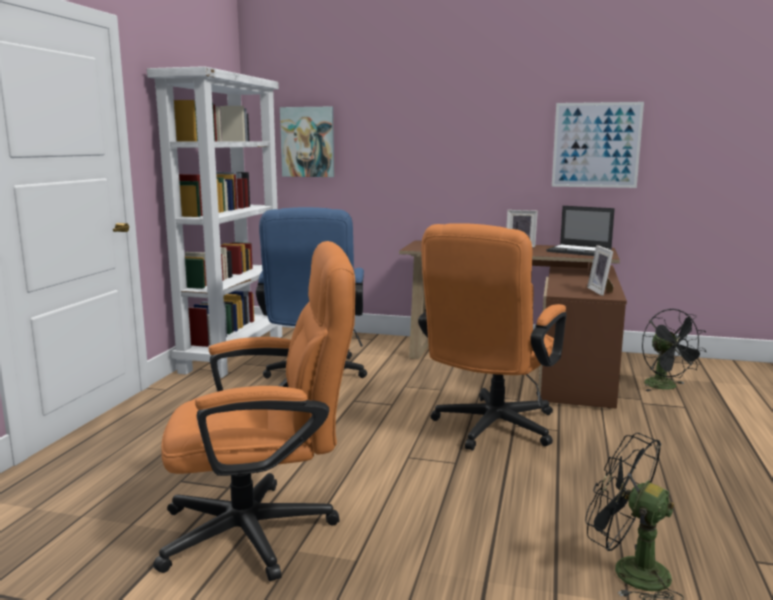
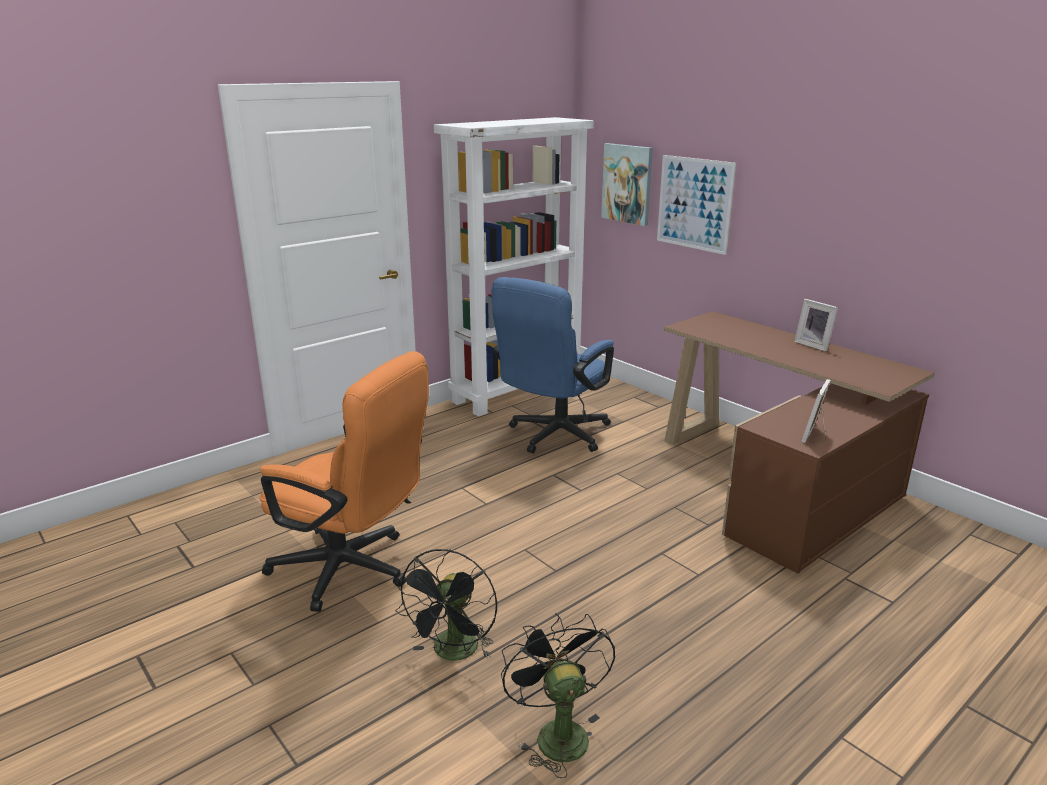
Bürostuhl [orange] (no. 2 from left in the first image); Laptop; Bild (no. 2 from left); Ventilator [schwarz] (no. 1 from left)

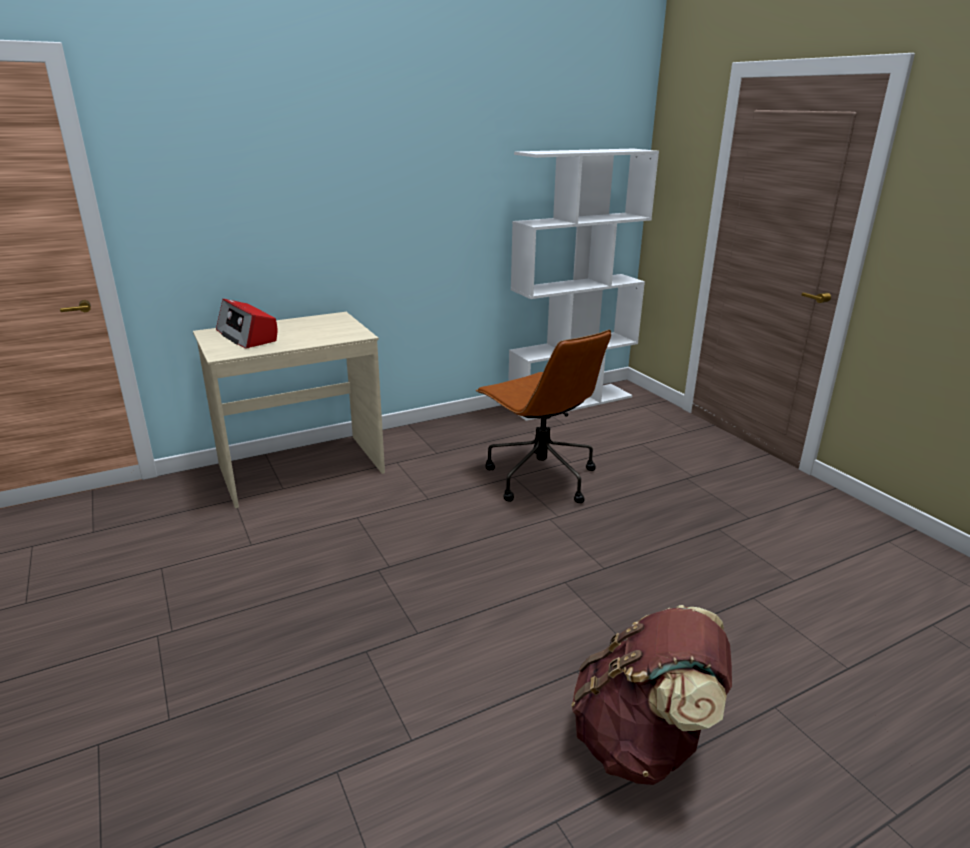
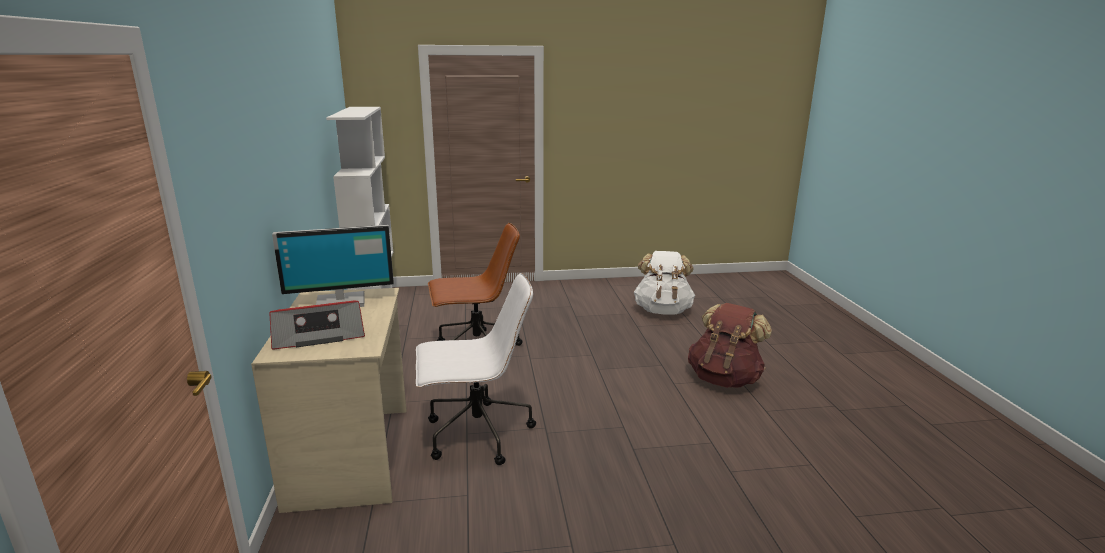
Monitor; Bürostuhl [weiß]; Rucksack [weiß]

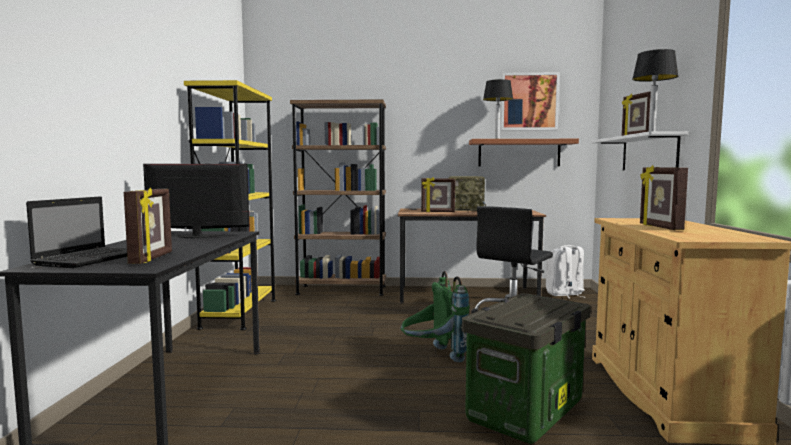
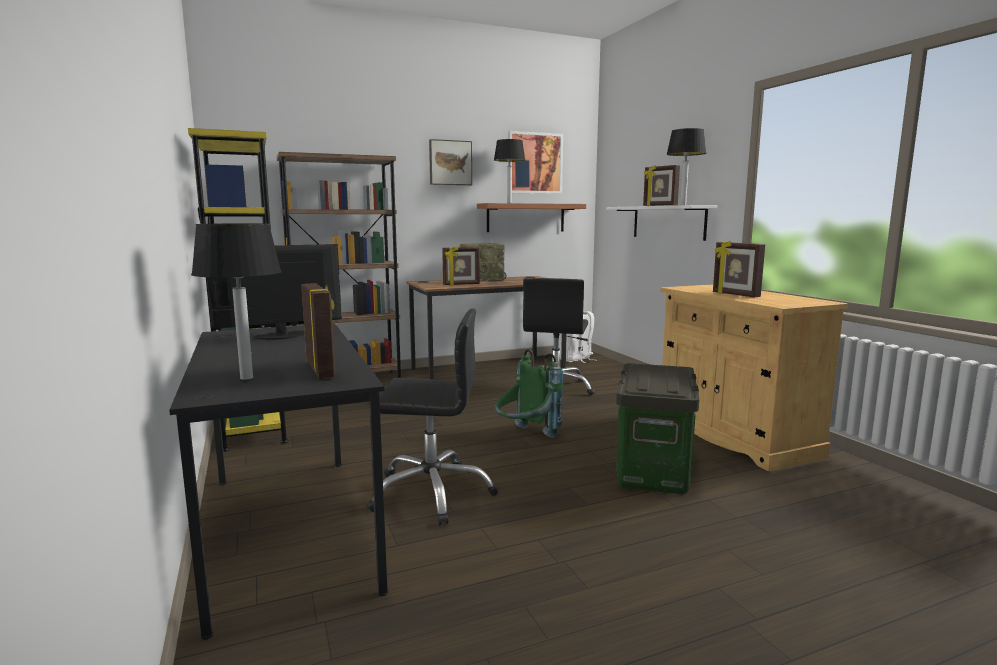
Bürostuhl [schwarz] (no. 1 from left); Bild (no. 1 from left); Tischlampe (no. 1 from left)

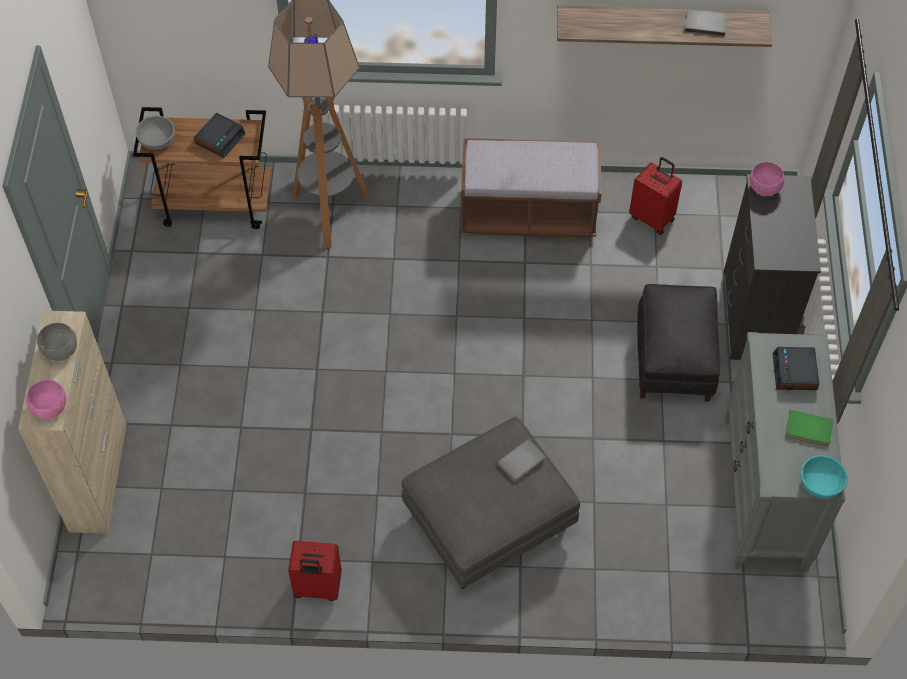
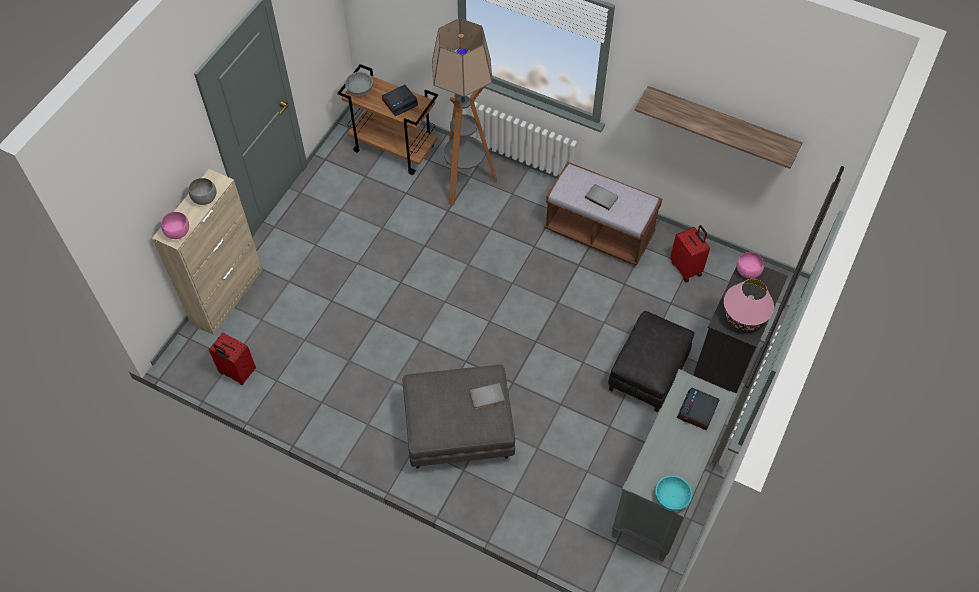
Buch [grün]; Tischlampe [rosa]; Koffer [rot] (no. 1 from left); Buch [grau] (no. 2 from left)

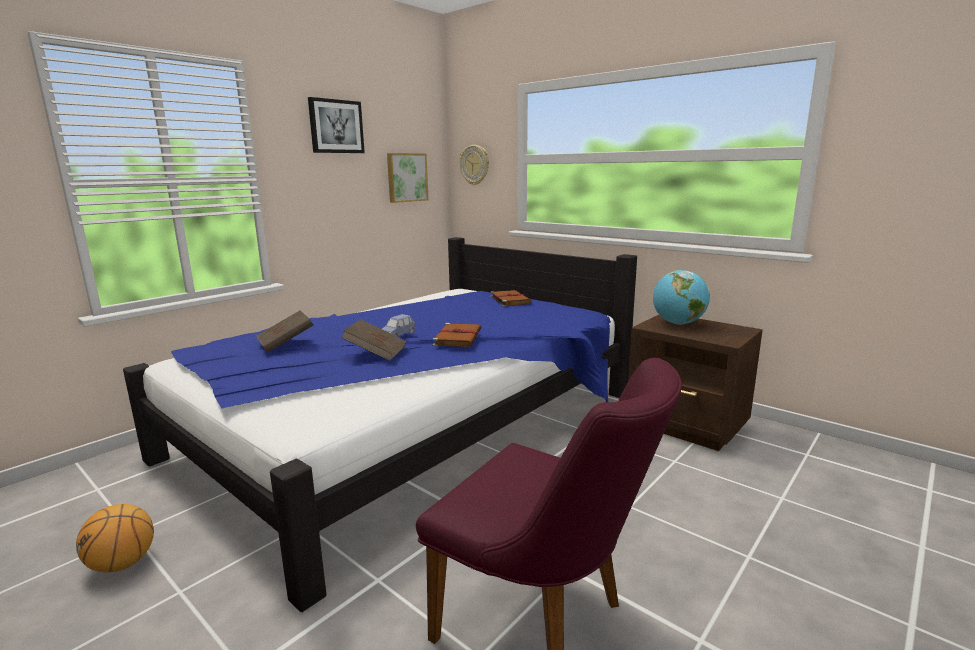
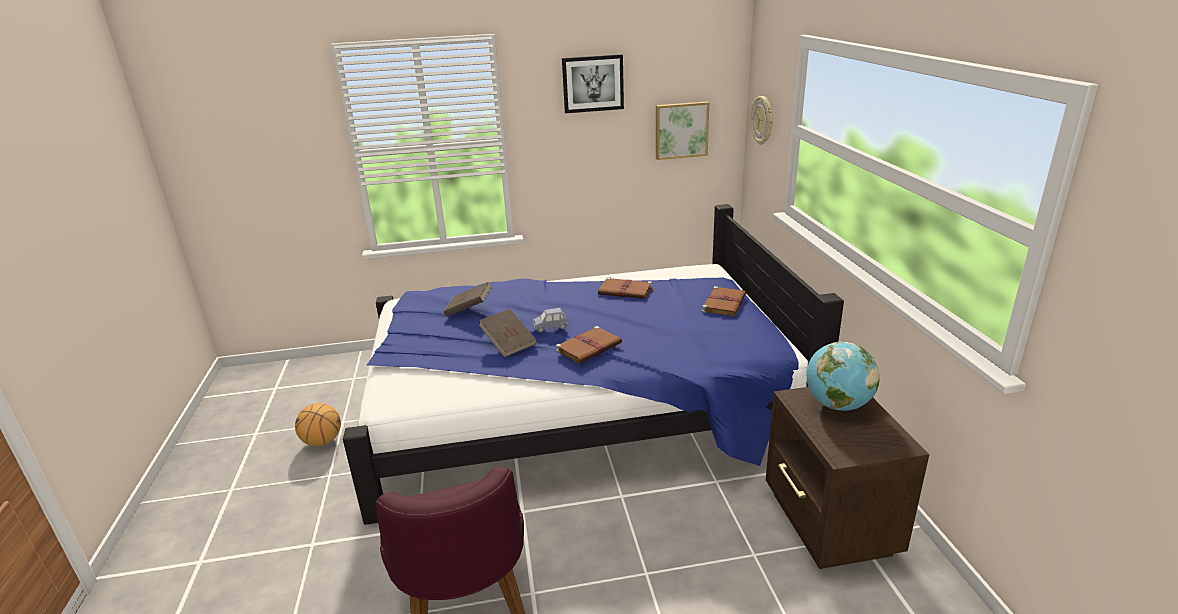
Buch [braun] (no. 4 from left)

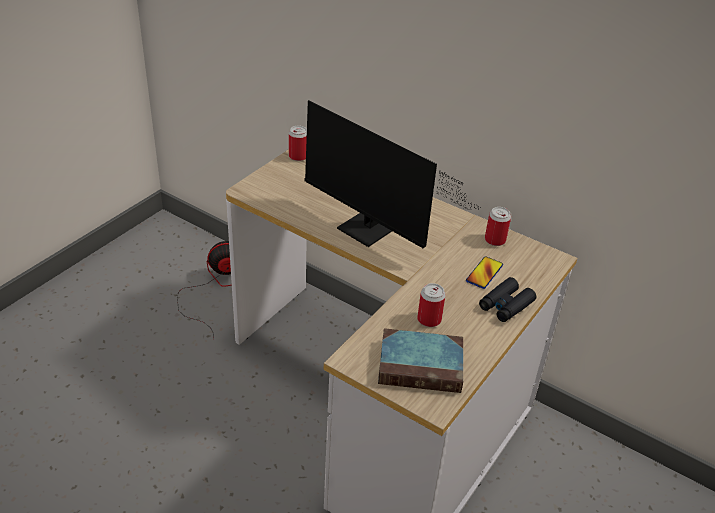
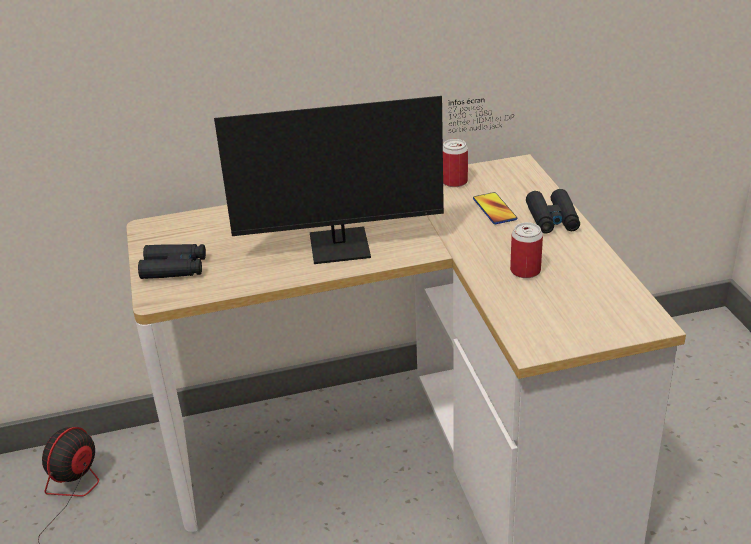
Dose (no. 1 from left in the first image); Buch; Fernglas [schwarz] (no. 1 from left)

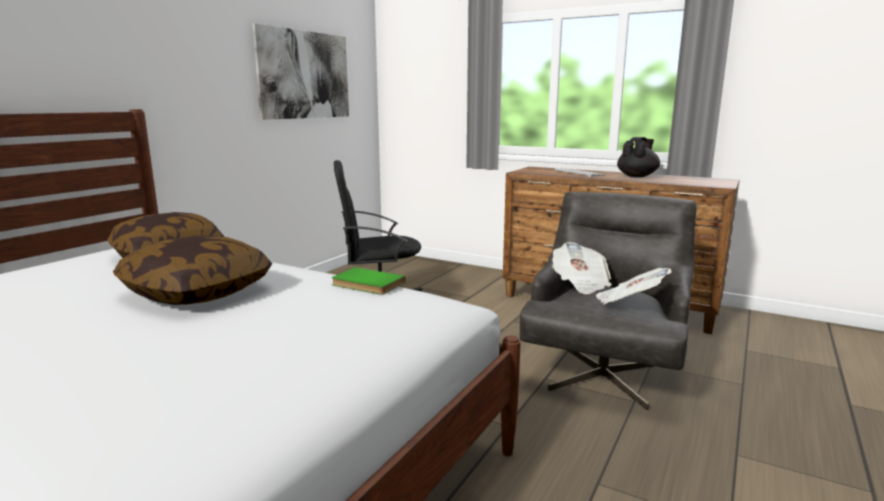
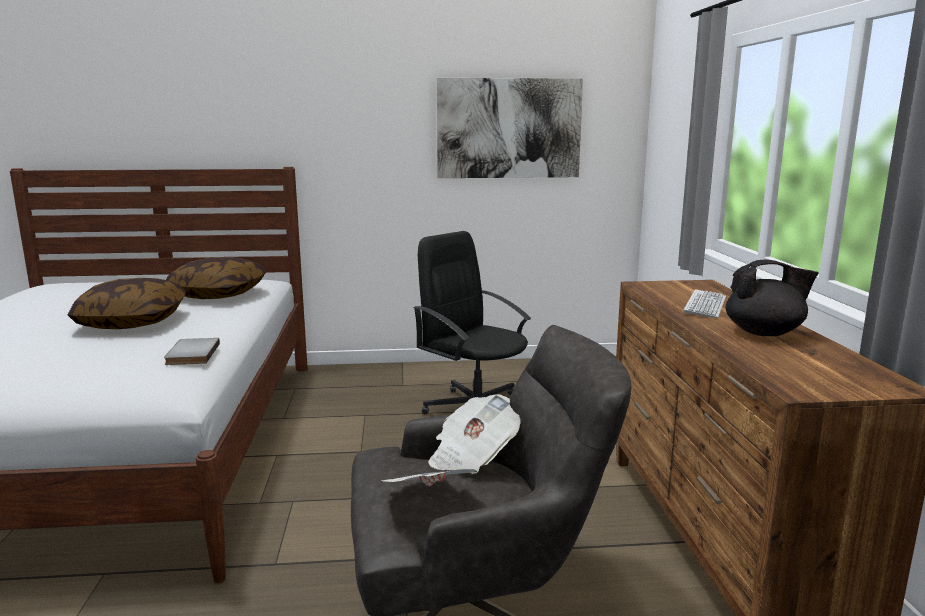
Buch [grau]

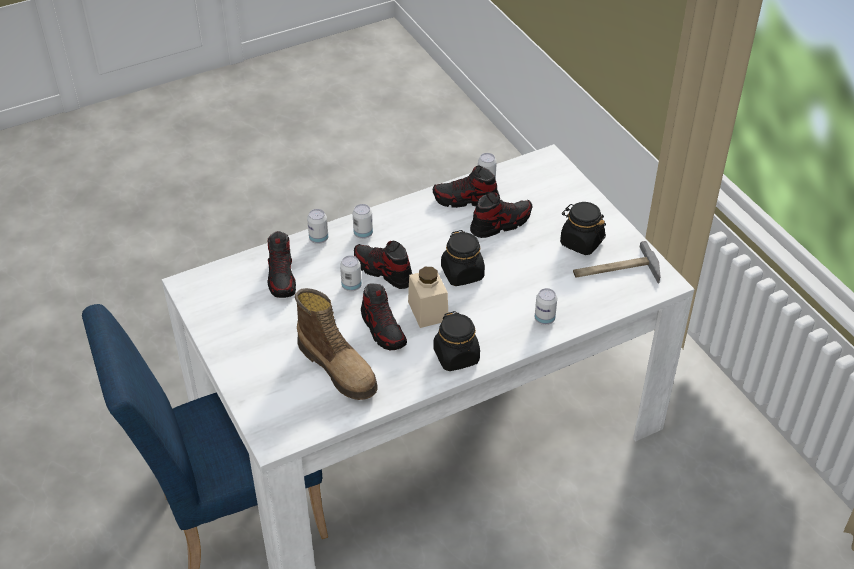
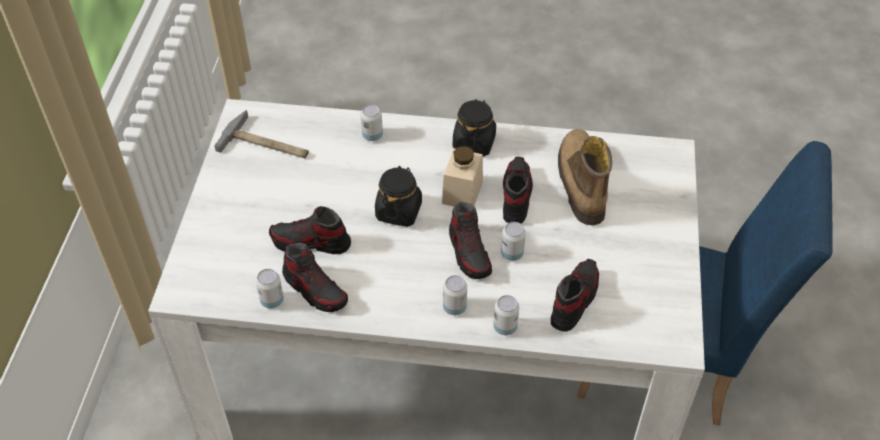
Vorratsglas [schwarz] (no. 3 from left in the first image)

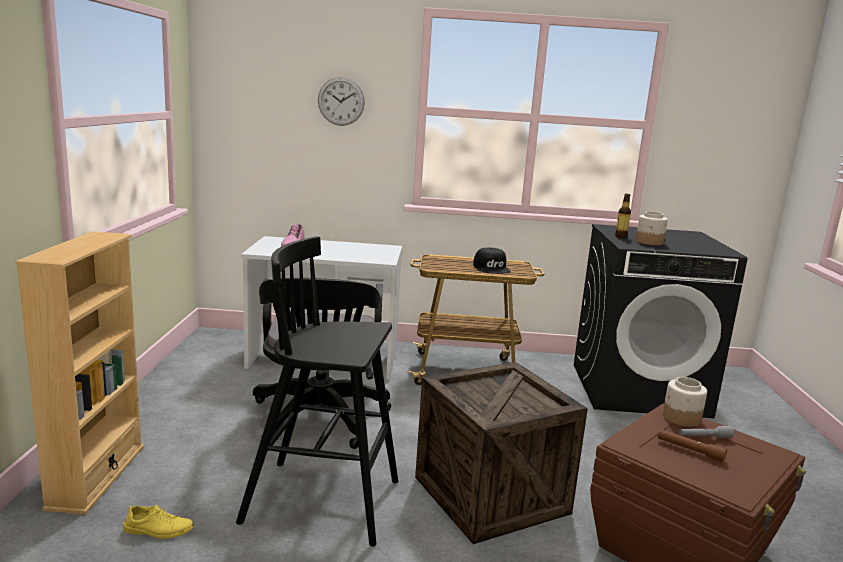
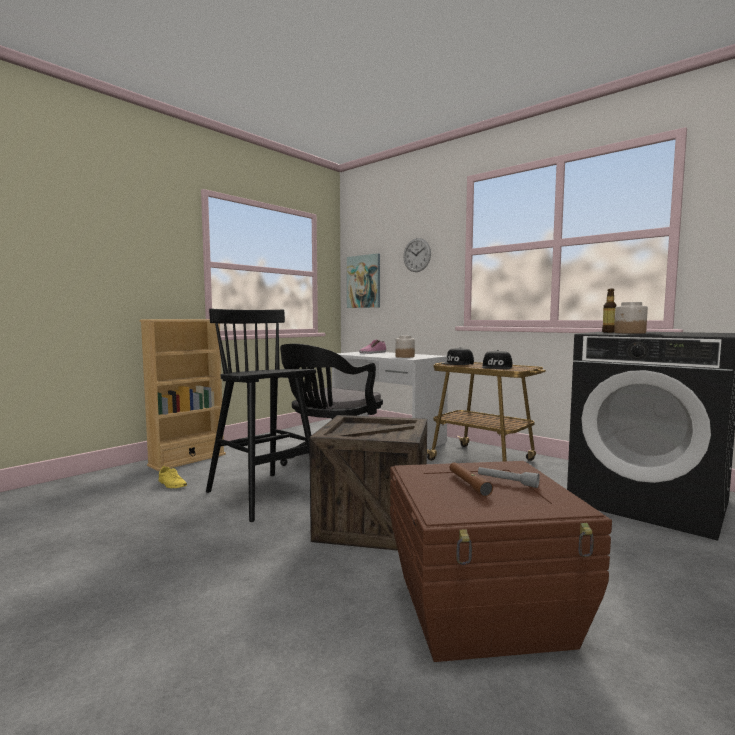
Bild; Kappe [schwarz] (no. 1 from left); Vorratsglas (no. 1 from left)

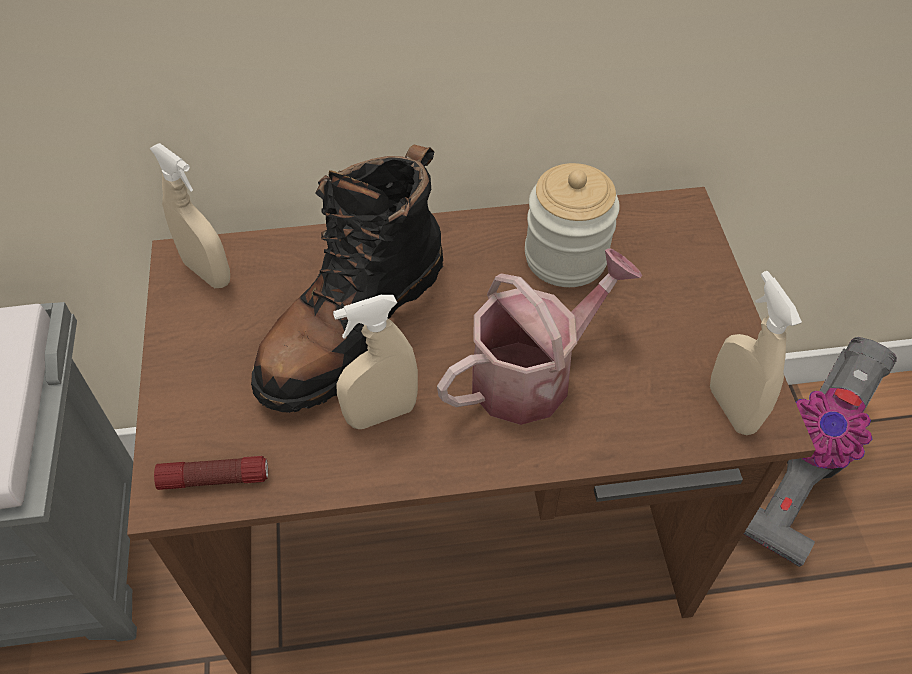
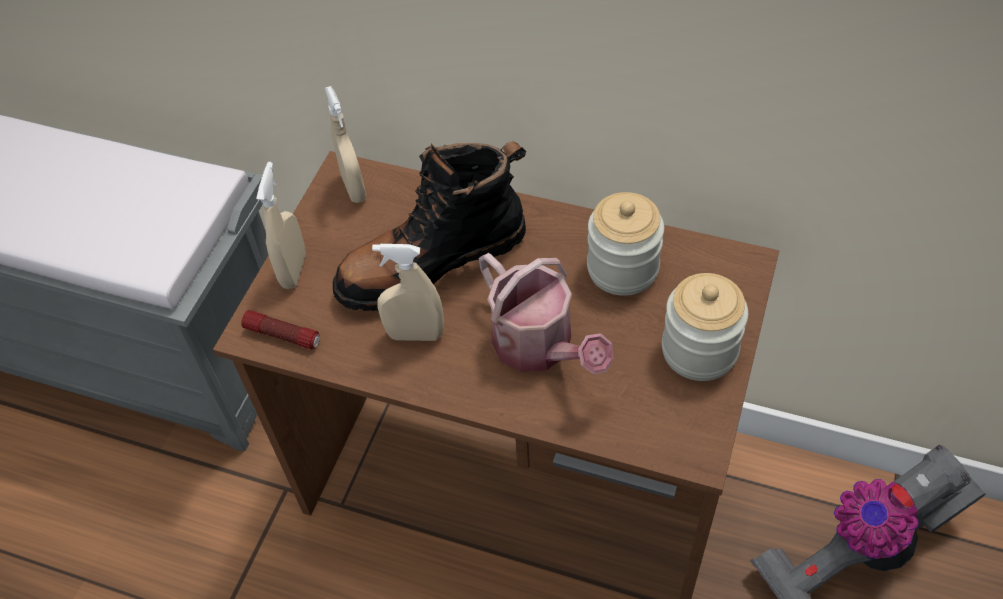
Vorratsglas (no. 2 from left); Sprühflasche [beige] (no. 1 from left); Gießkanne

